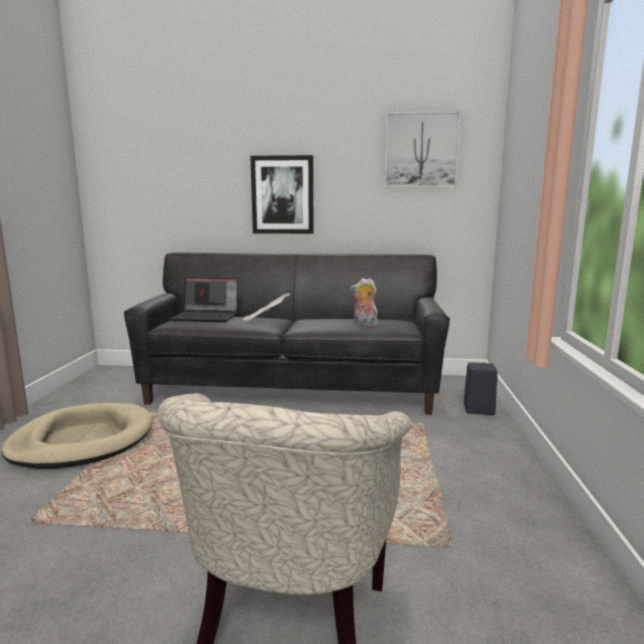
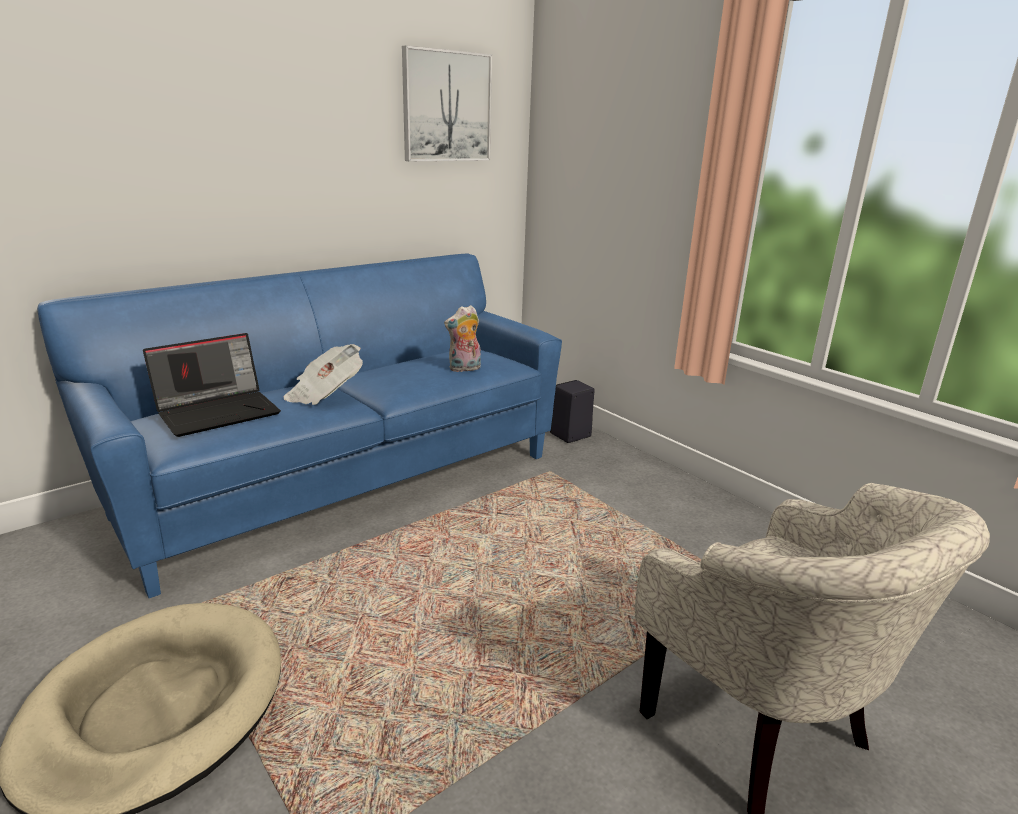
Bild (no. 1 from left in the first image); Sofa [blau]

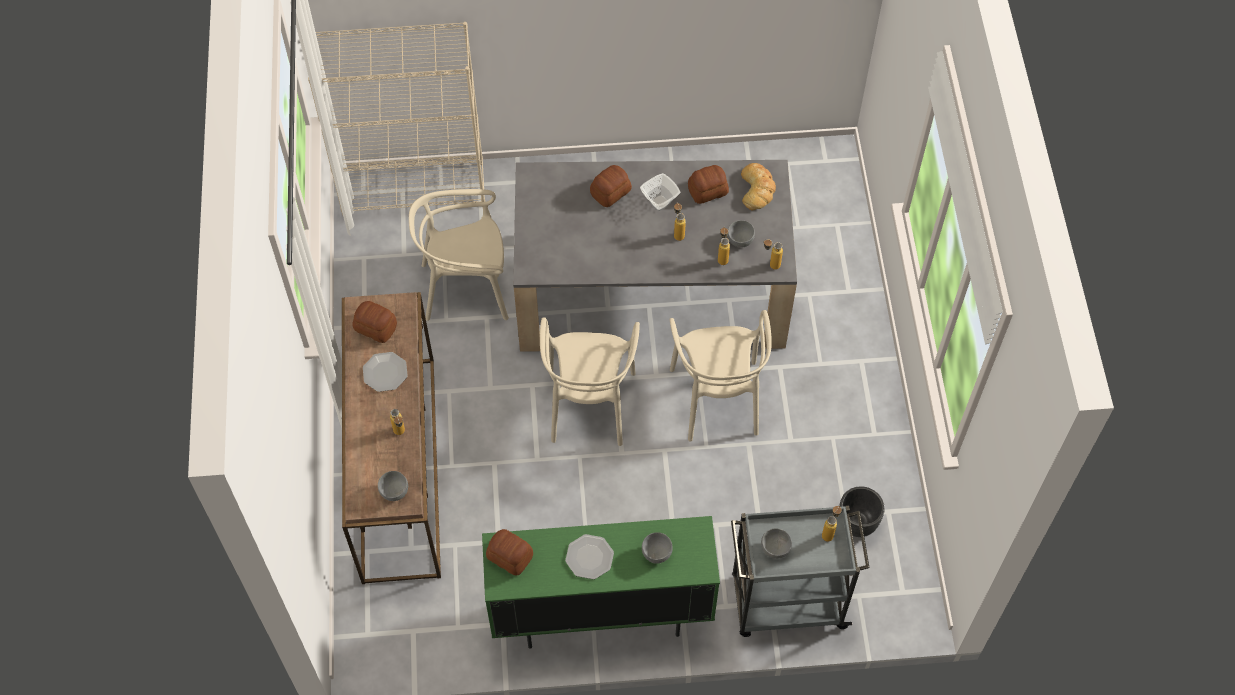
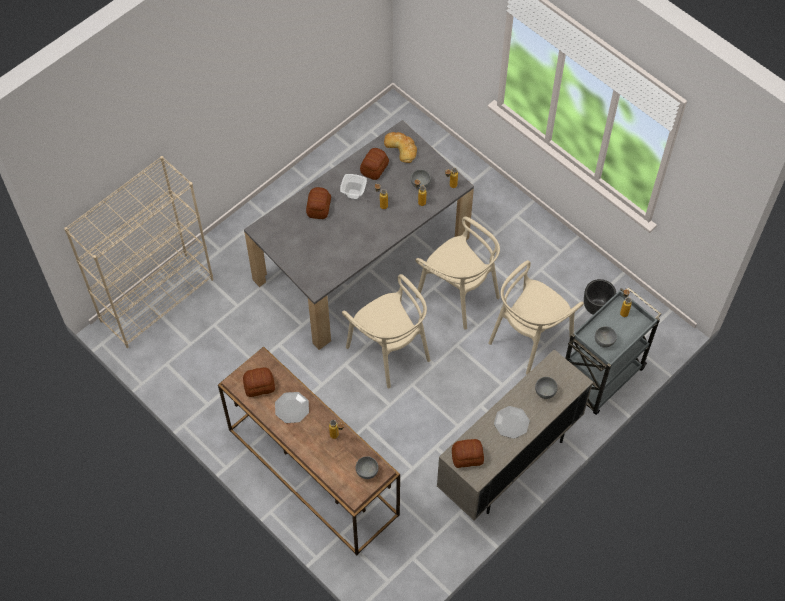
Stuhl [beige] (no. 3 from left); Schrank [beige]

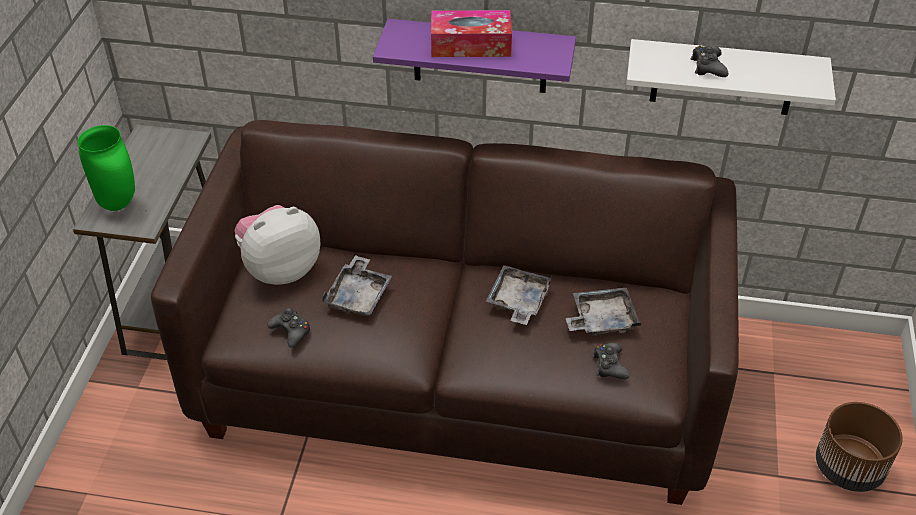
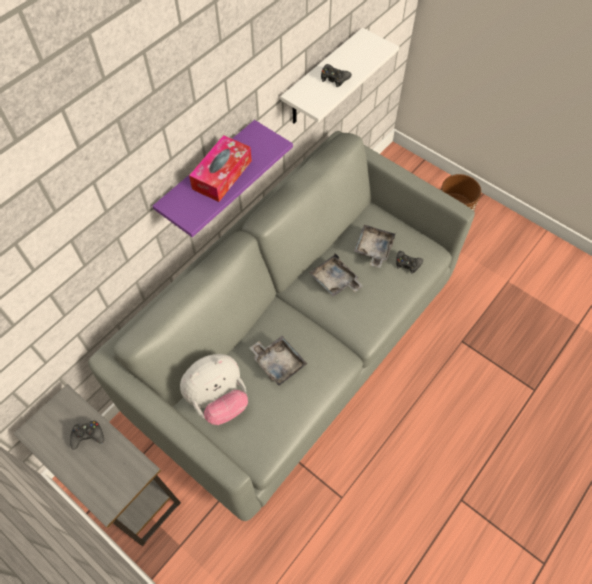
Vase [grün]; Gamepad [schwarz] (no. 1 from left); Sofa [grau]; Plüschtier

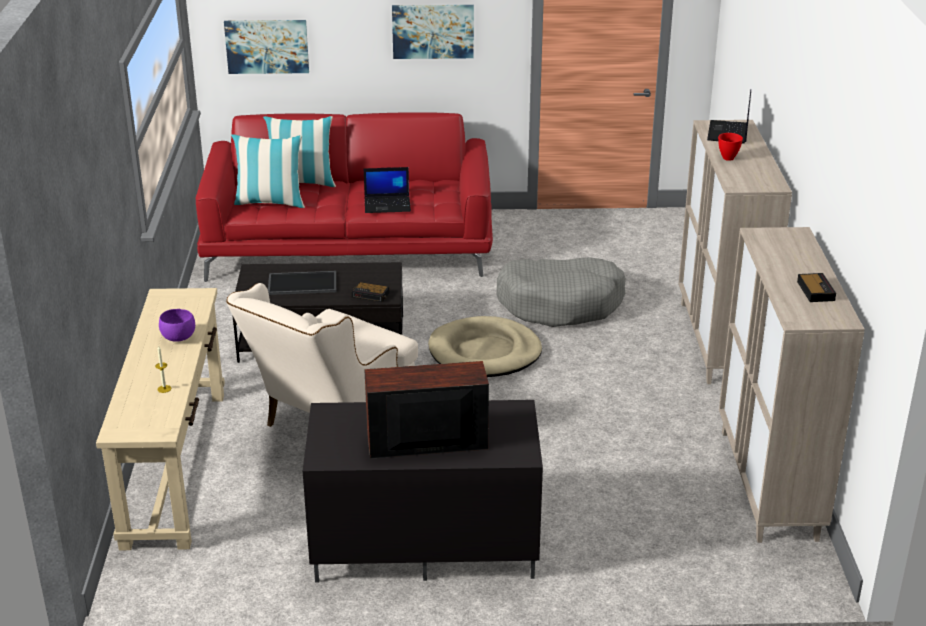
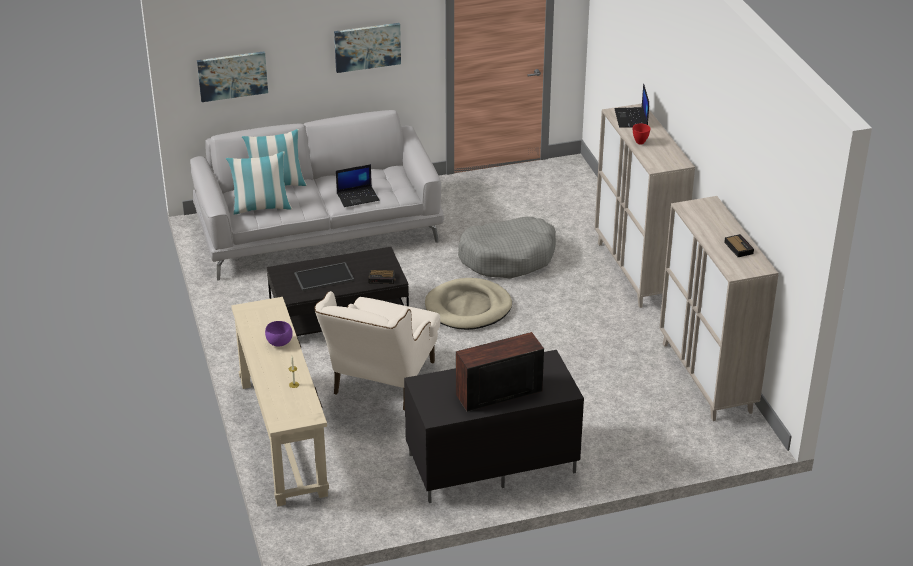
Sofa [grau]

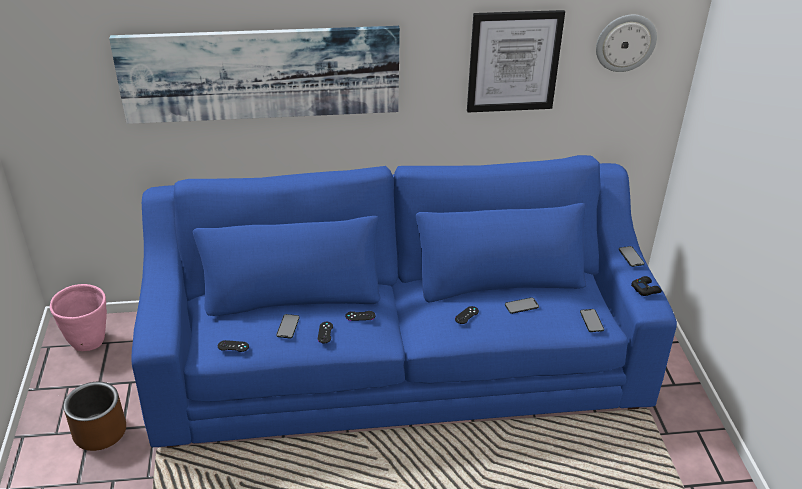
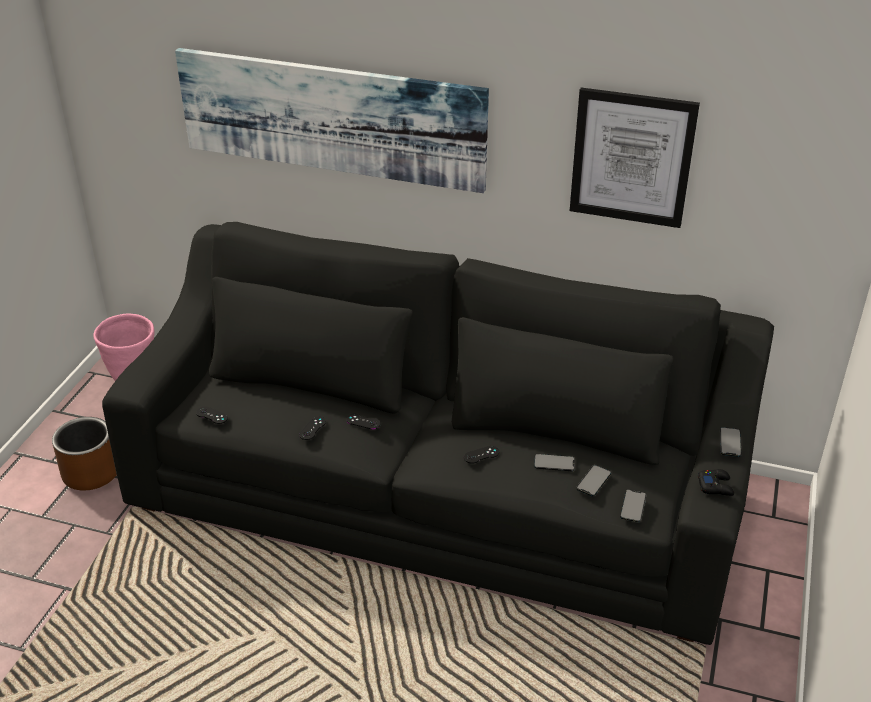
Wanduhr; Handy (no. 2 from left); Sofa [schwarz]

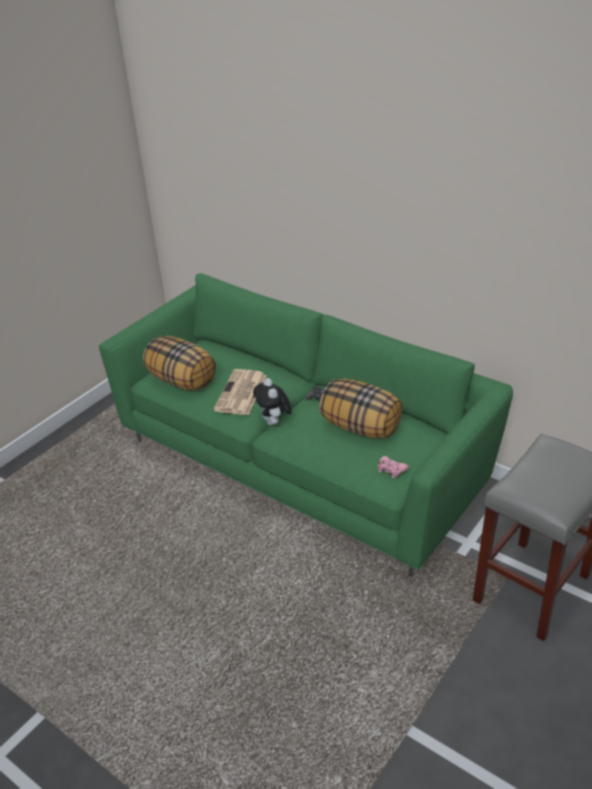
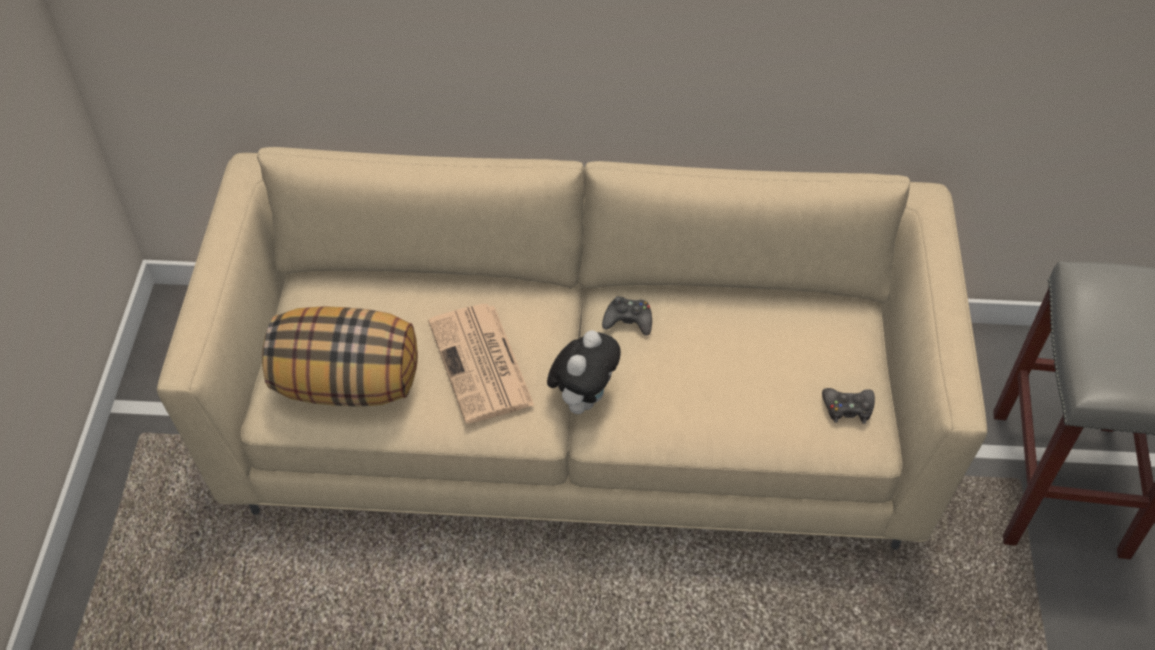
Kissen (no. 2 from left in the first image); Sofa [beige]; Gamepad [schwarz] (no. 2 from left); Plüschtier

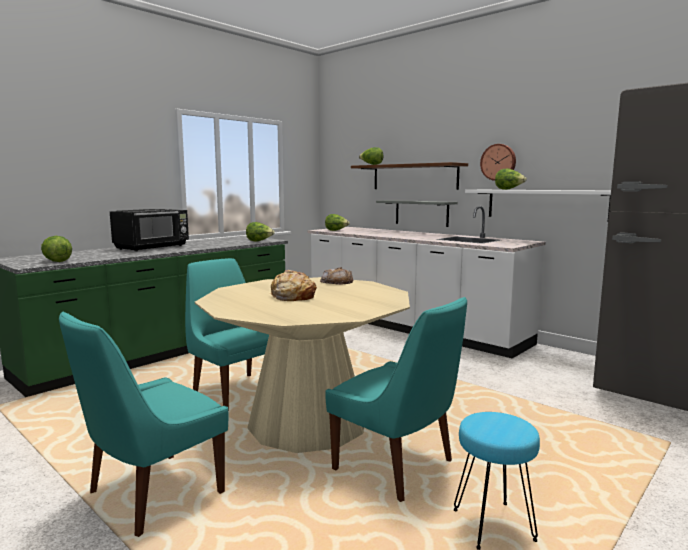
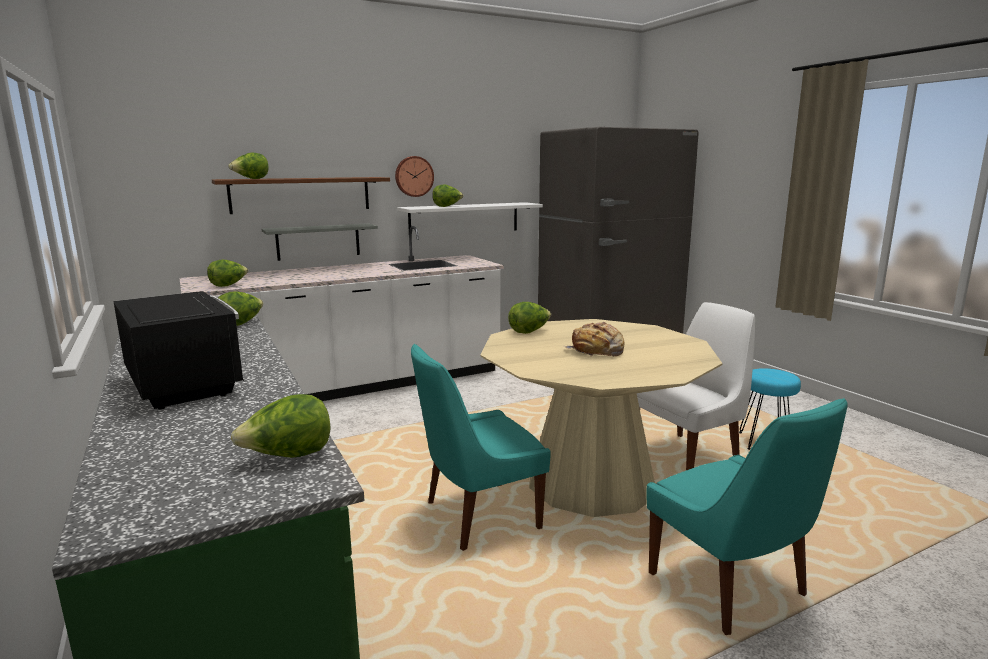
Salatkopf (no. 6 from left); Stuhl [weiß]

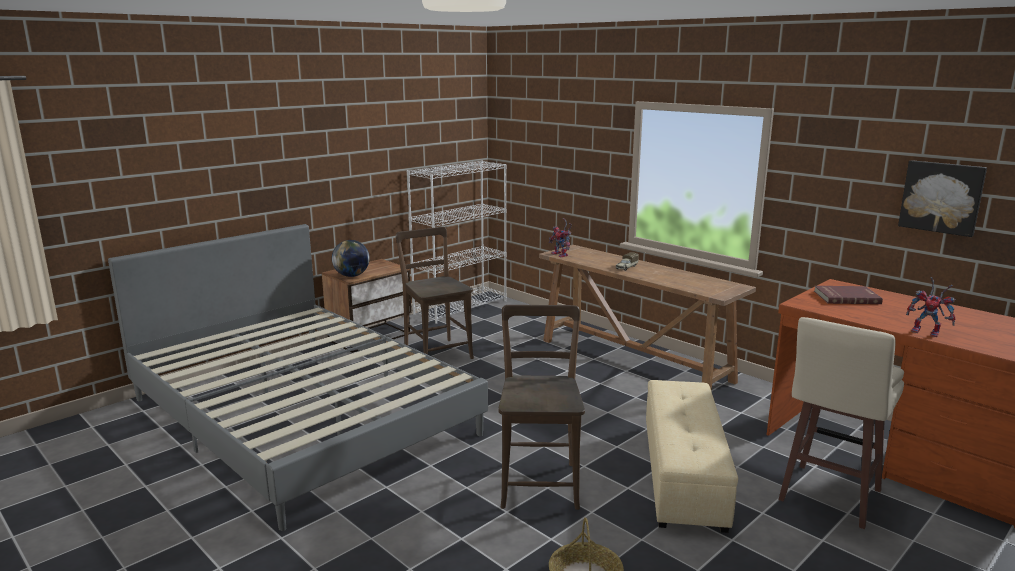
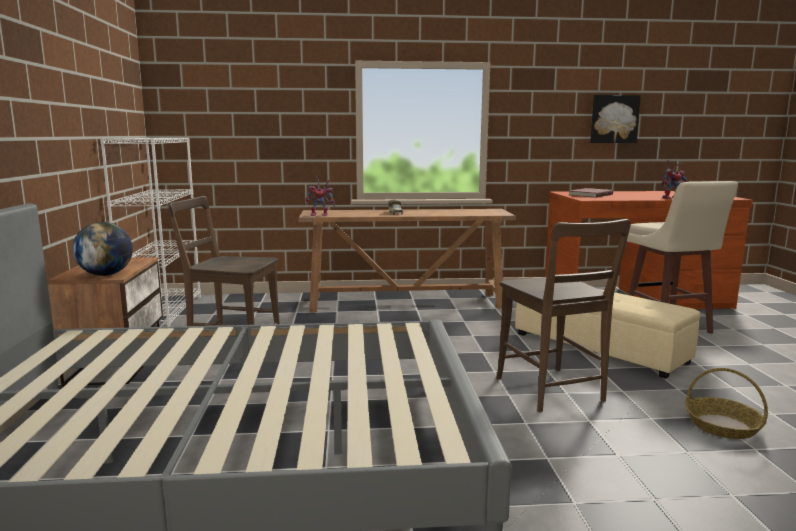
Stuhl [braun] (no. 2 from left)

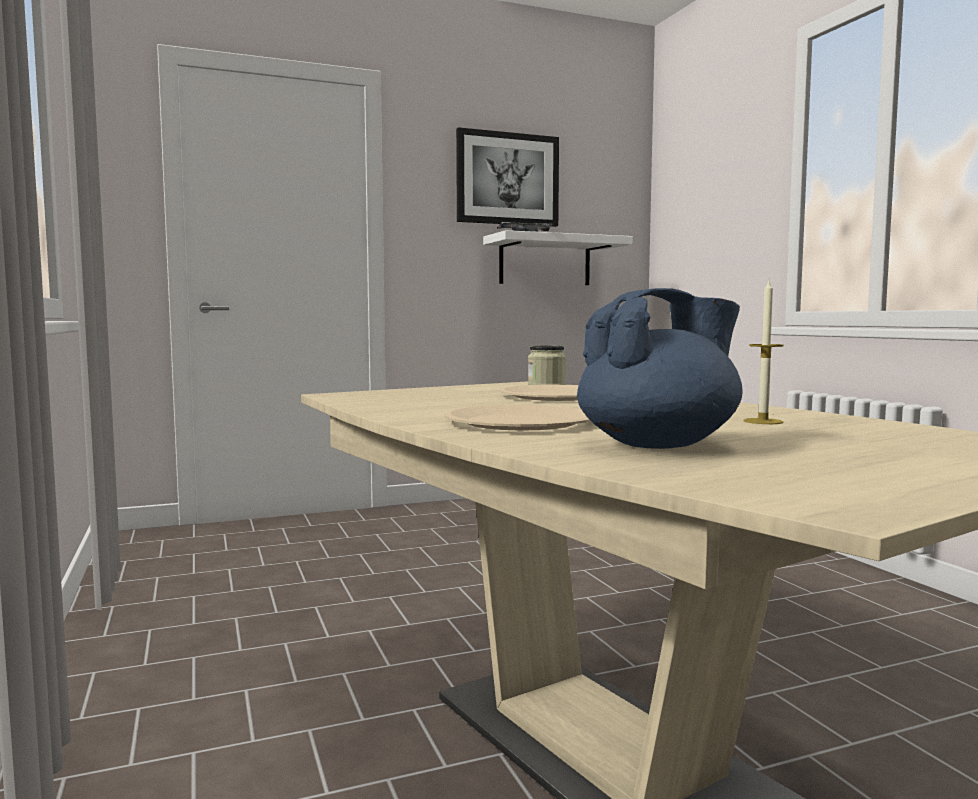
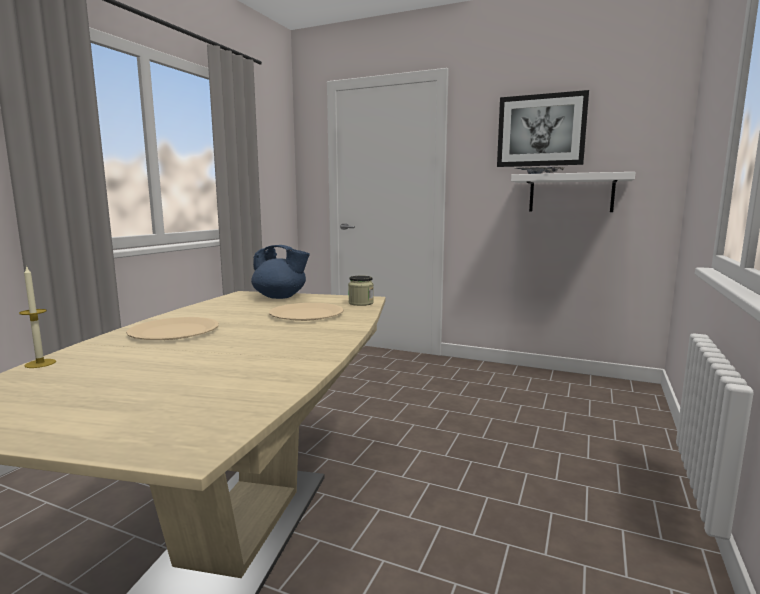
Teekanne [blau]; Kerze

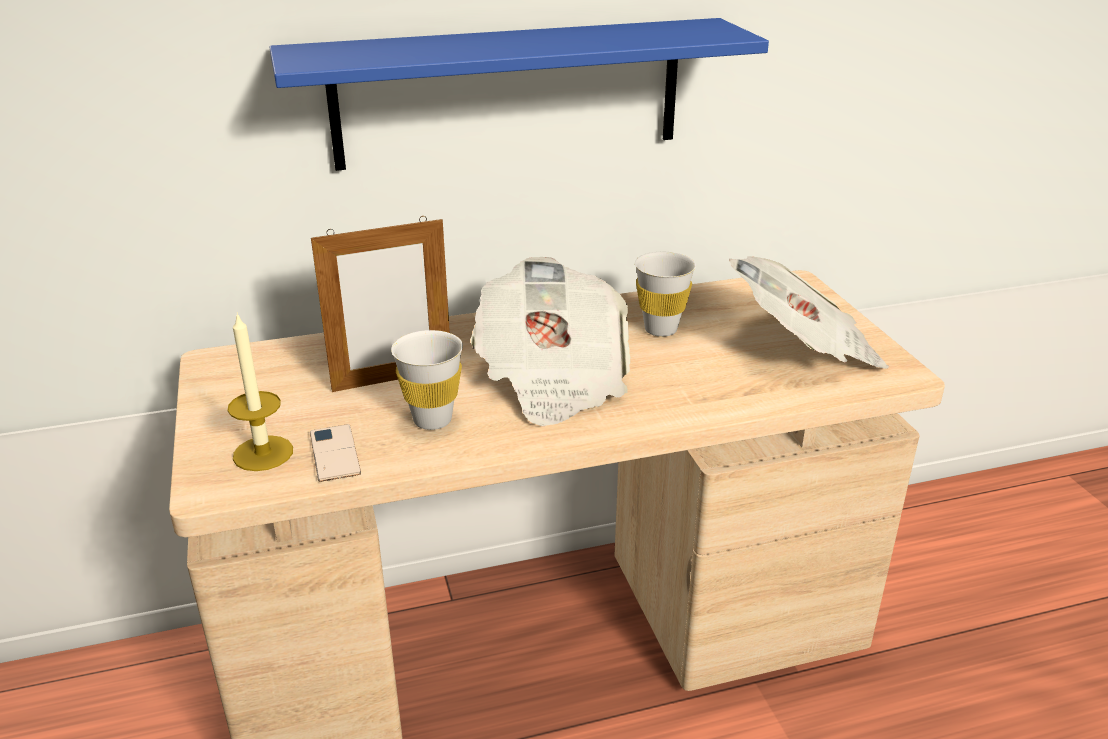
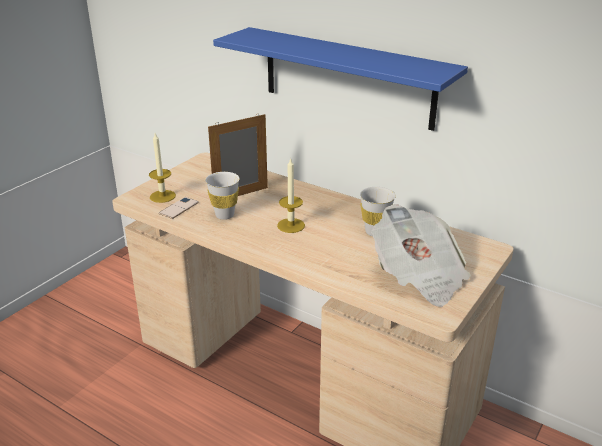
Kerze (no. 2 from left); Bilderrahmen

